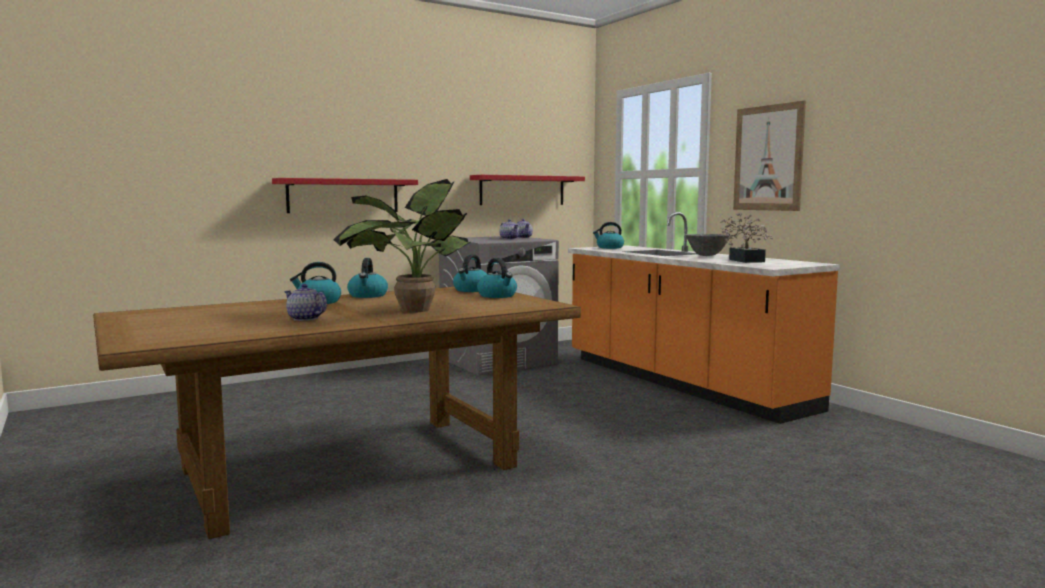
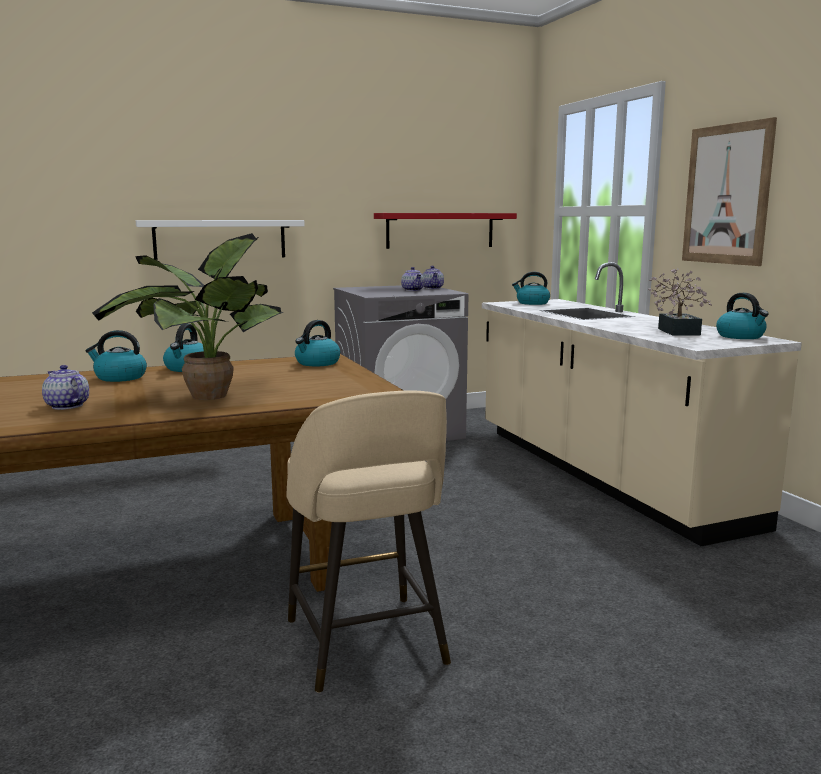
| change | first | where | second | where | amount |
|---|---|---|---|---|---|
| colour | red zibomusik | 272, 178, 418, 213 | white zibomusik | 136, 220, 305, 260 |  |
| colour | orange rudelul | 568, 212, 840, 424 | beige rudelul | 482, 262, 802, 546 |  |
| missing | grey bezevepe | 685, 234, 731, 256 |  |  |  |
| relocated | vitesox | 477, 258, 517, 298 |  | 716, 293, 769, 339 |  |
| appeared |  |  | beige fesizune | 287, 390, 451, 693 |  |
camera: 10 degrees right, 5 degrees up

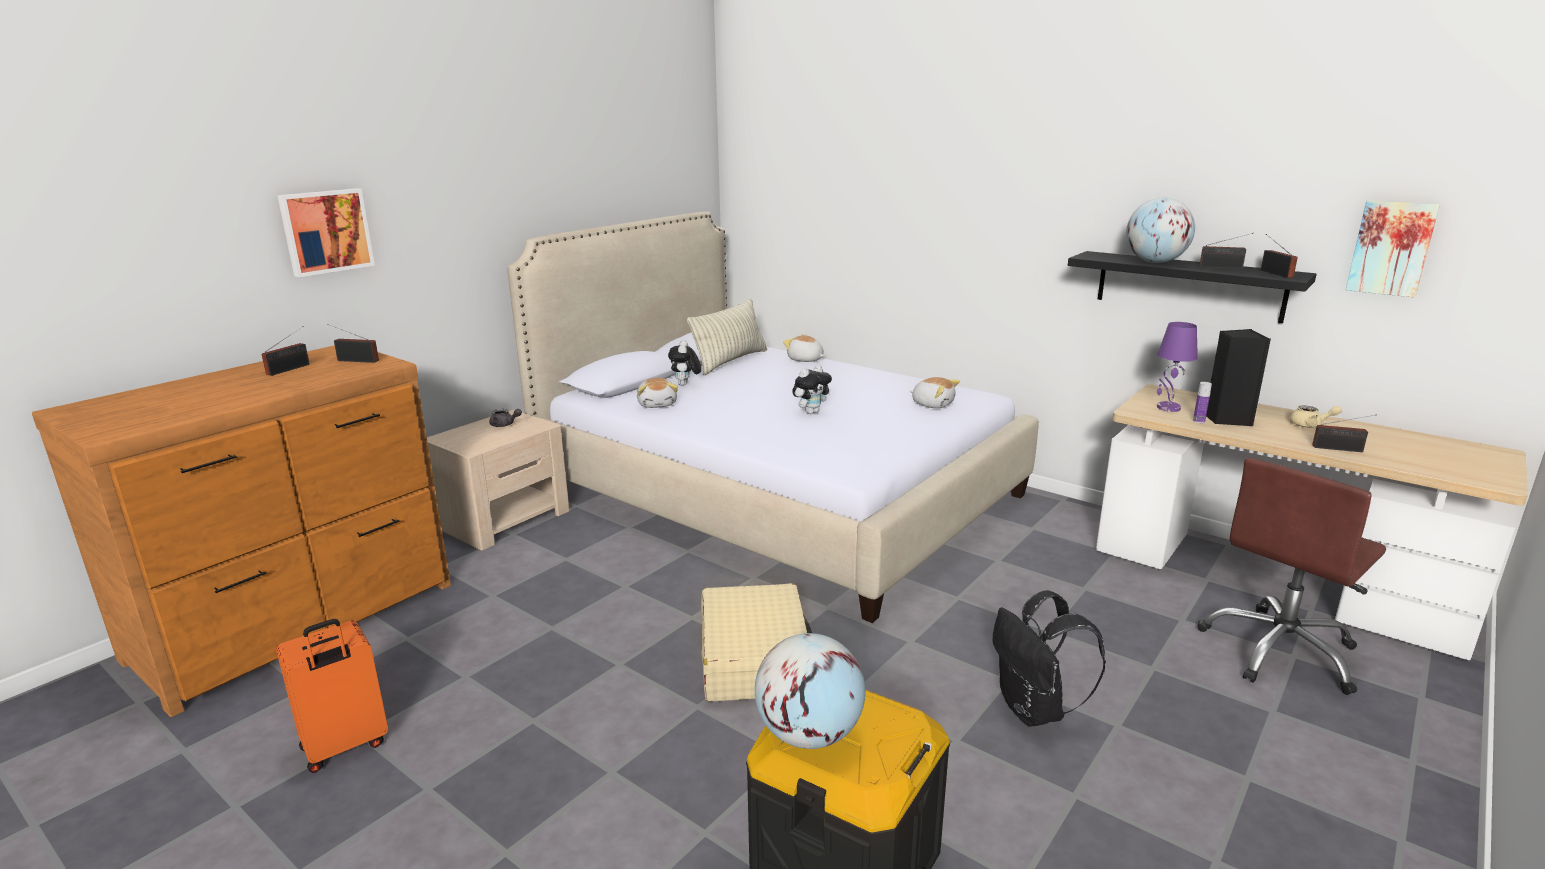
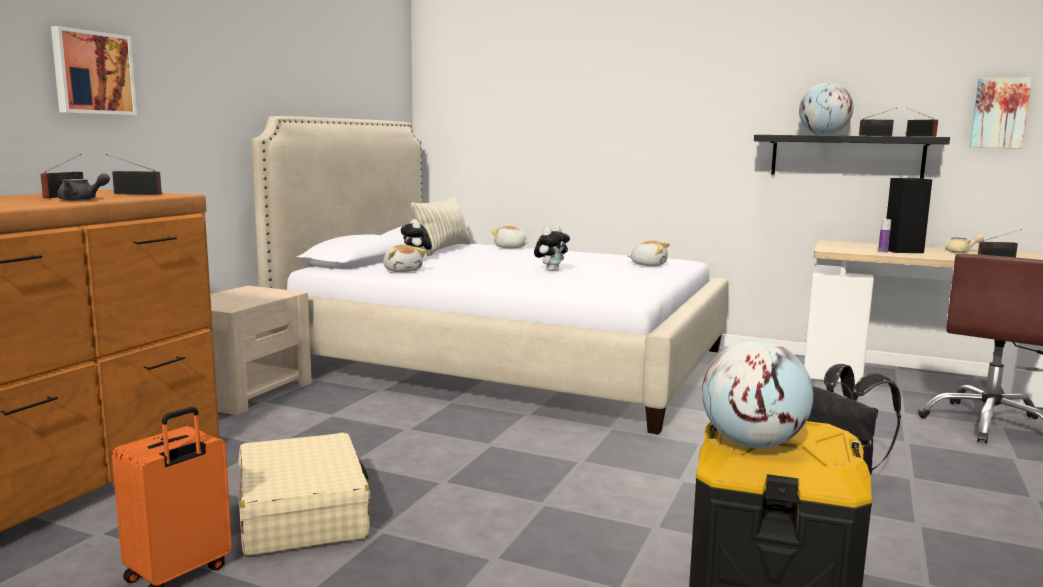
| change | first | where | second | where | amount |
|---|---|---|---|---|---|
| missing | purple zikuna | 1157, 322, 1198, 412 |  |  |  |
| relocated | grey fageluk | 489, 409, 522, 427 |  | 57, 173, 110, 201 |  |
| relocated | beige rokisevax | 701, 583, 812, 702 |  | 238, 433, 371, 556 |  |
camera: 15 degrees left, 10 degrees down

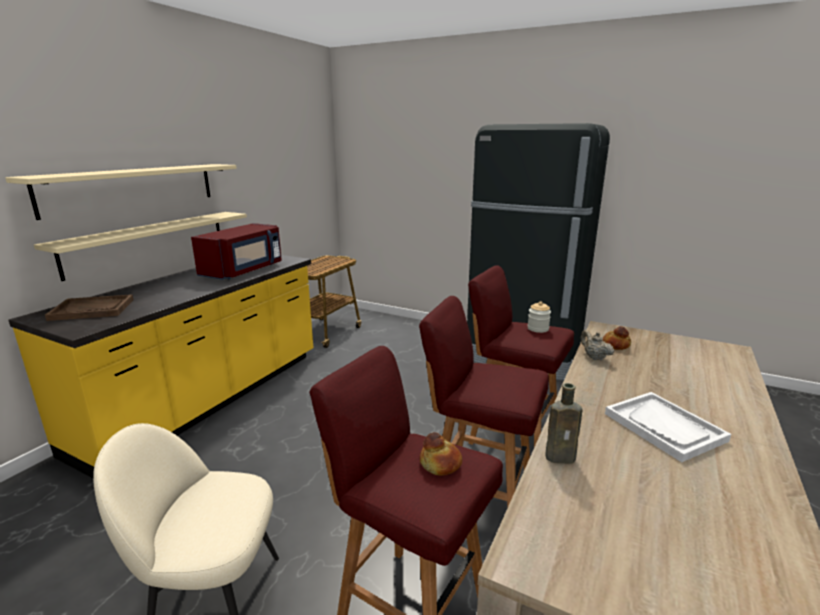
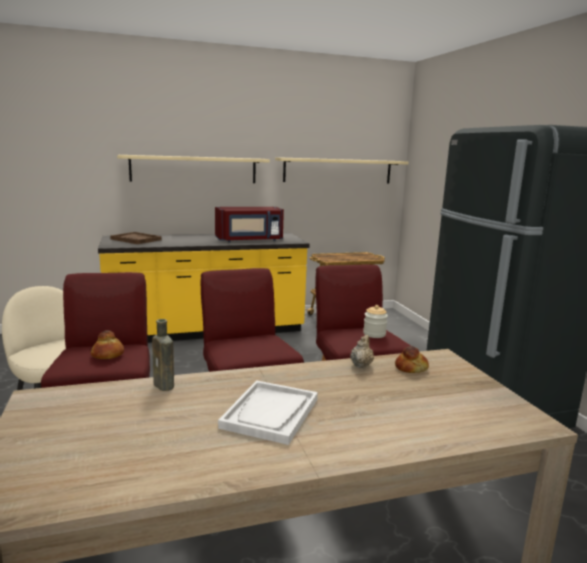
| change | first | where | second | where | amount |
|---|---|---|---|---|---|
| relocated | beige zibomusik | 34, 212, 247, 281 |  | 275, 157, 409, 183 |  |
camera: 45 degrees right, 5 degrees down

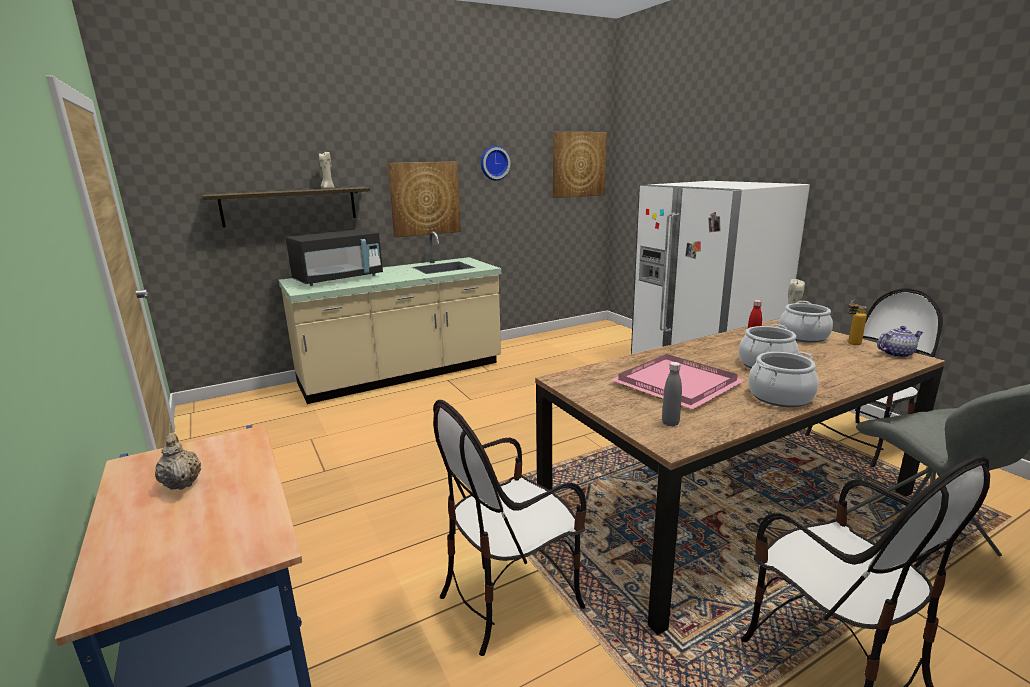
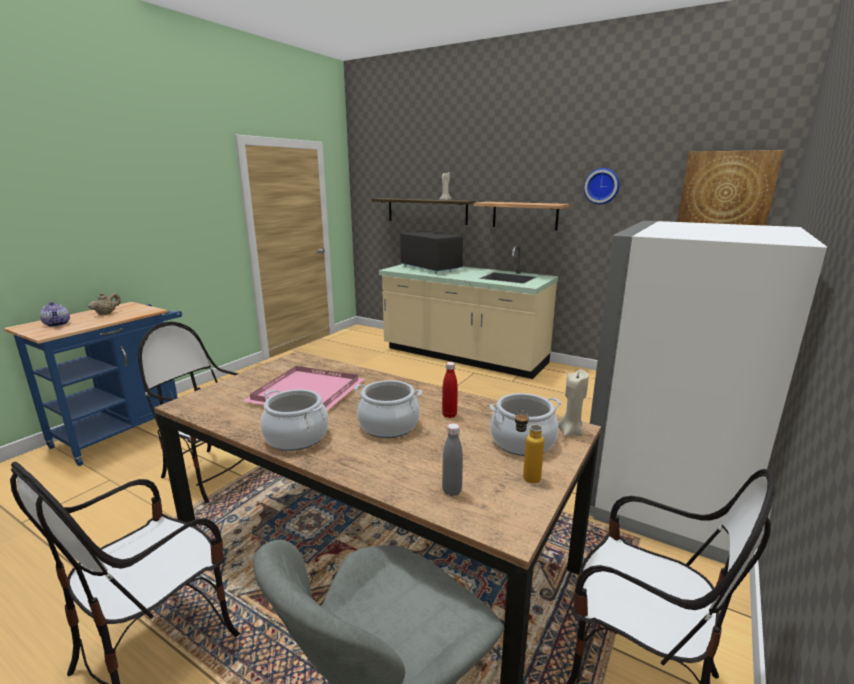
| change | first | where | second | where | amount |
|---|---|---|---|---|---|
| exchanged | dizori | 388, 161, 461, 237 | zibomusik | 474, 202, 569, 230 |  |
| spun | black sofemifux | 286, 229, 383, 286 |  | 400, 231, 463, 274 | 150 degrees counterclockwise |
| relocated | fageluk | 877, 326, 923, 358 |  | 40, 302, 70, 327 |  |
| relocated | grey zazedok | 662, 362, 682, 426 |  | 442, 423, 463, 496 |  |
camera: 60 degrees right, 0 degrees up

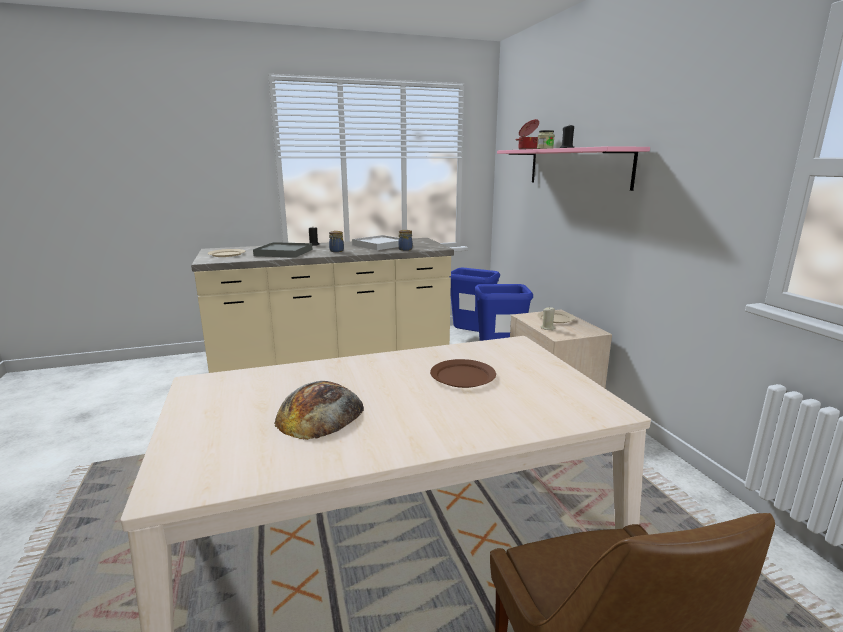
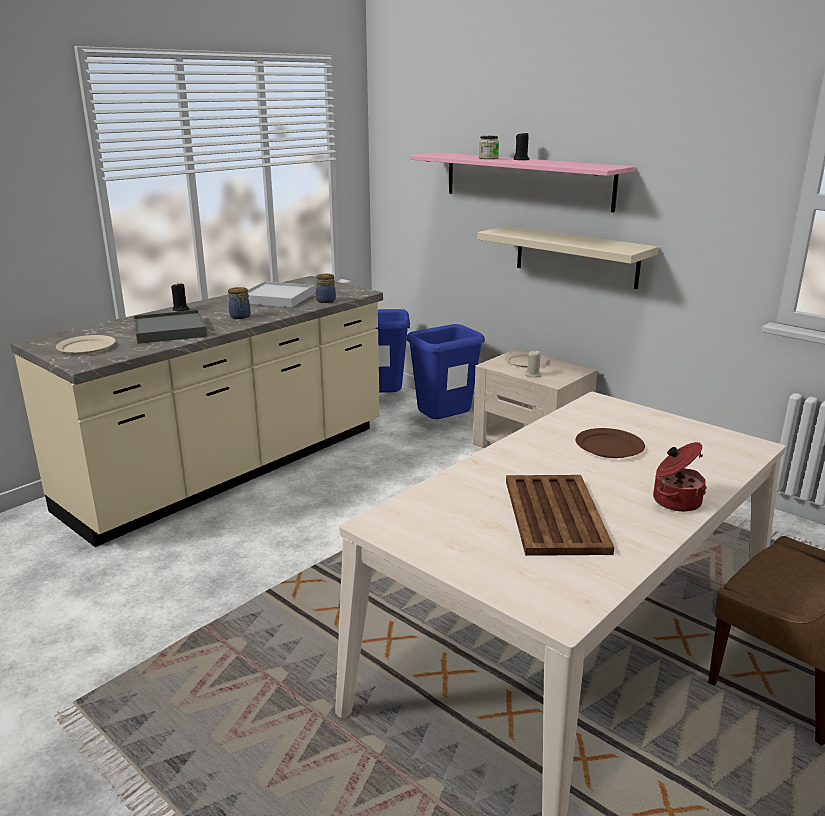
| change | first | where | second | where | amount |
|---|---|---|---|---|---|
| relocated | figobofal | 515, 119, 539, 150 |  | 653, 442, 707, 512 |  |
| exchanged | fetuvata | 274, 381, 364, 440 | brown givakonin | 506, 475, 614, 556 |  |
| appeared |  |  | beige zibomusik | 477, 226, 659, 289 |  |
camera: 30 degrees left, 5 degrees up

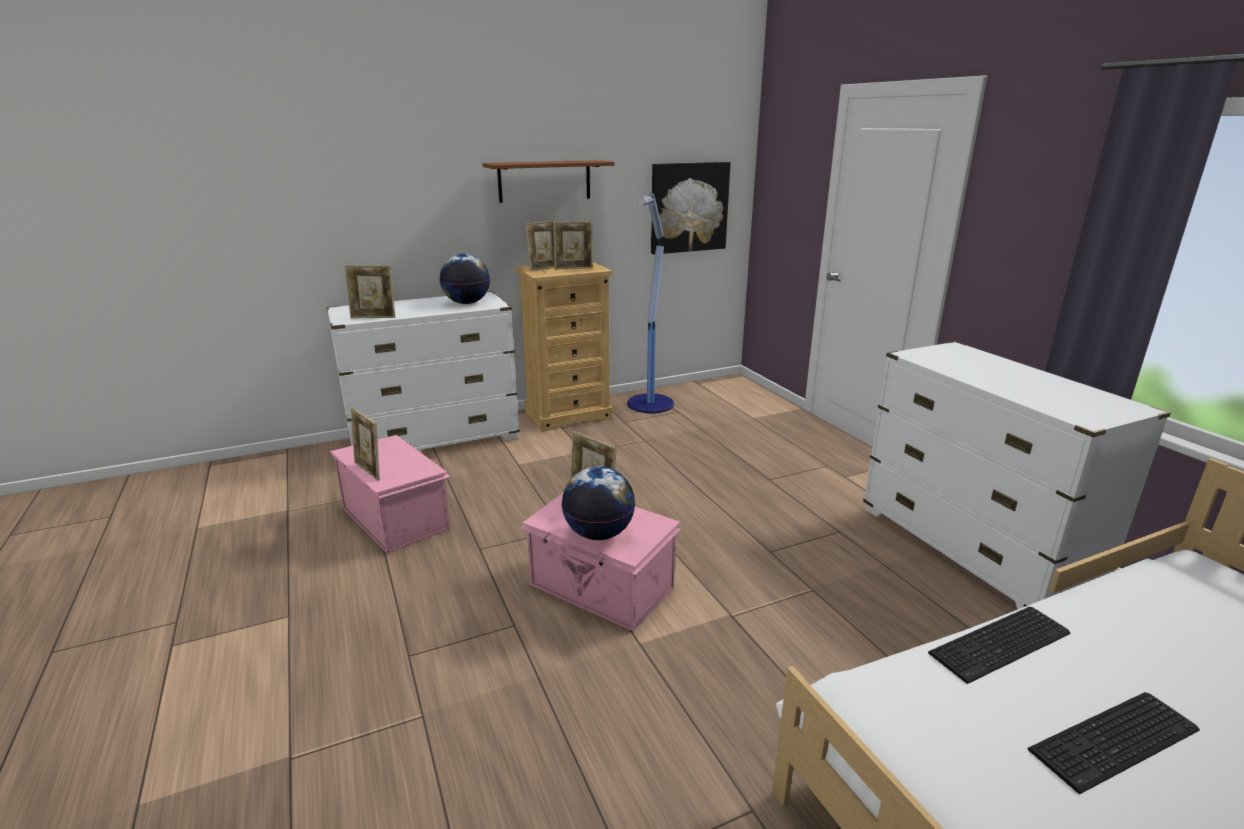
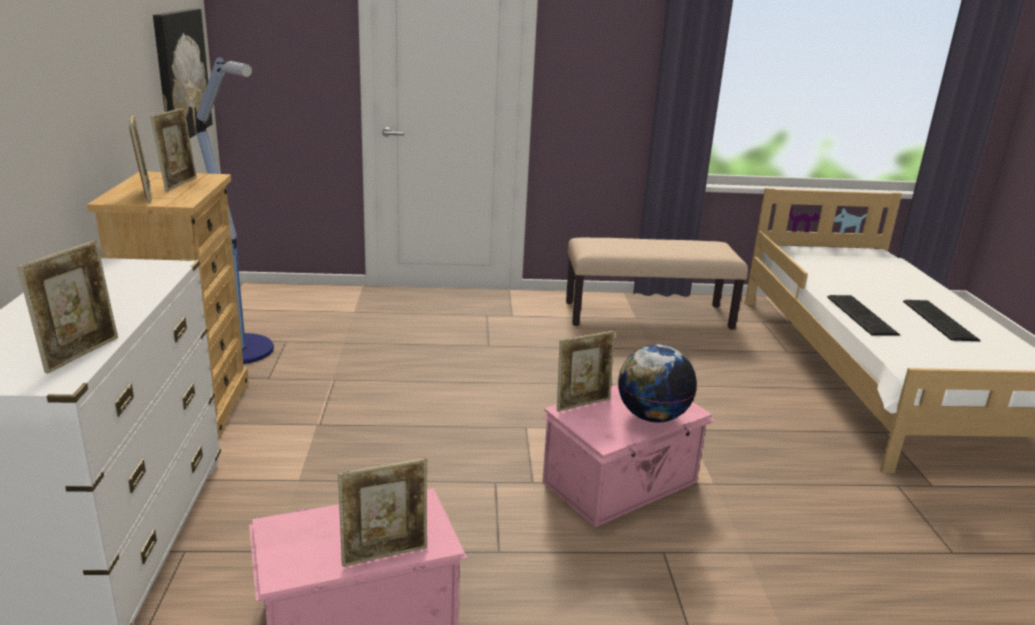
| change | first | where | second | where | amount |
|---|---|---|---|---|---|
| missing | brown zibomusik | 483, 160, 615, 203 |  |  |  |
| missing | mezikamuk | 439, 254, 490, 304 |  |  |  |
| exchanged | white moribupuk | 863, 341, 1171, 610 | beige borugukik | 566, 237, 748, 330 |  |
camera: 70 degrees left, 0 degrees up

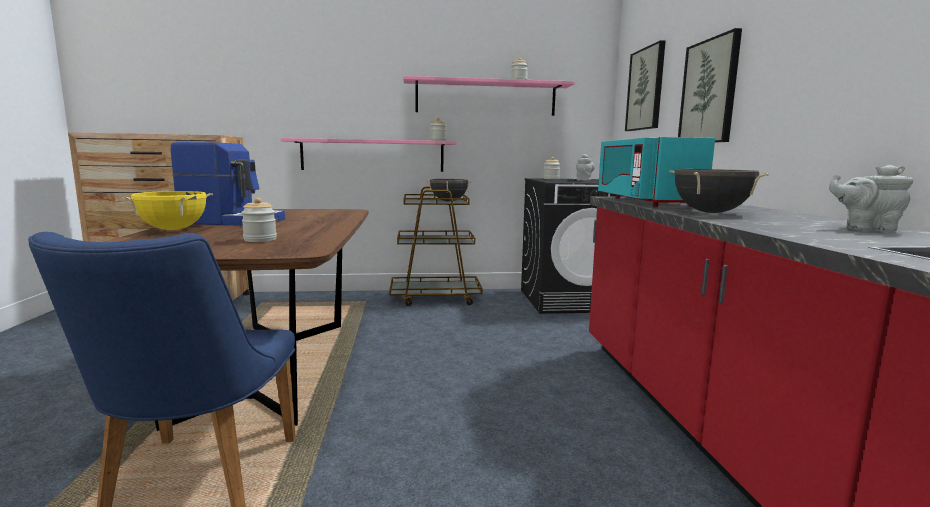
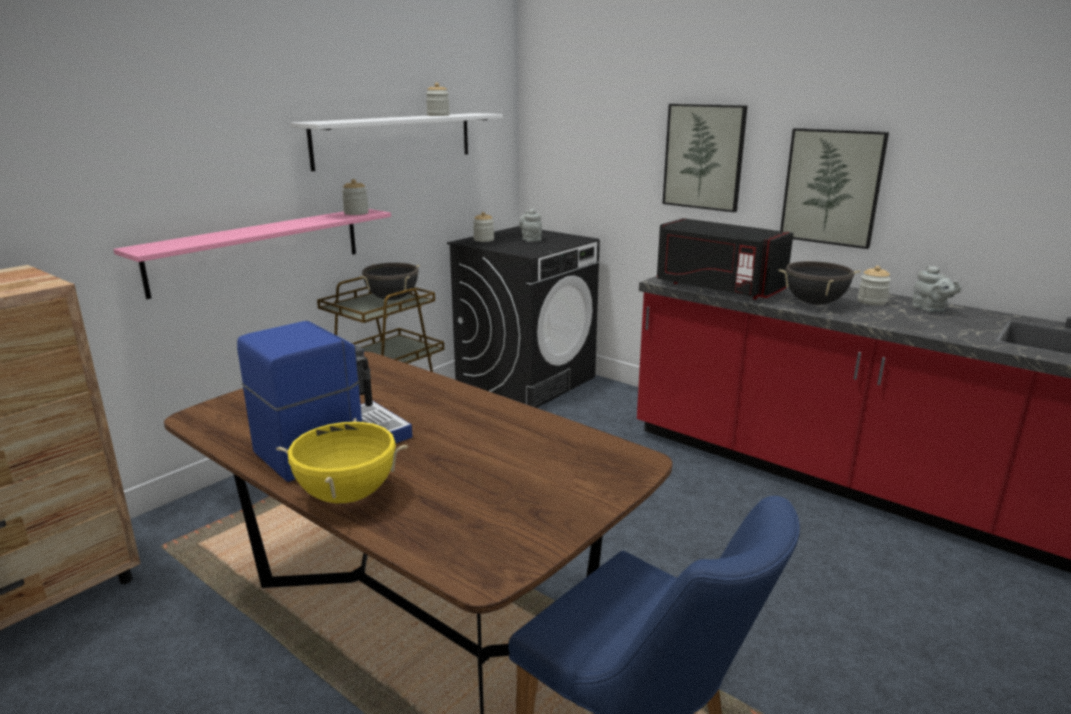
| change | first | where | second | where | amount |
|---|---|---|---|---|---|
| relocated | dizori | 625, 40, 666, 131 |  | 780, 128, 889, 249 |  |
| colour | pink zibomusik | 403, 76, 575, 116 | white zibomusik | 290, 113, 503, 171 |  |
| colour | turquoise sofemifux | 598, 137, 715, 207 | black sofemifux | 657, 218, 793, 300 |  |
| spun | grey fageluk | 829, 164, 913, 232 |  | 912, 265, 961, 312 | 90 degrees counterclockwise |
| relocated | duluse | 241, 198, 277, 242 |  | 857, 266, 891, 306 |  |
camera: 45 degrees left, 10 degrees up

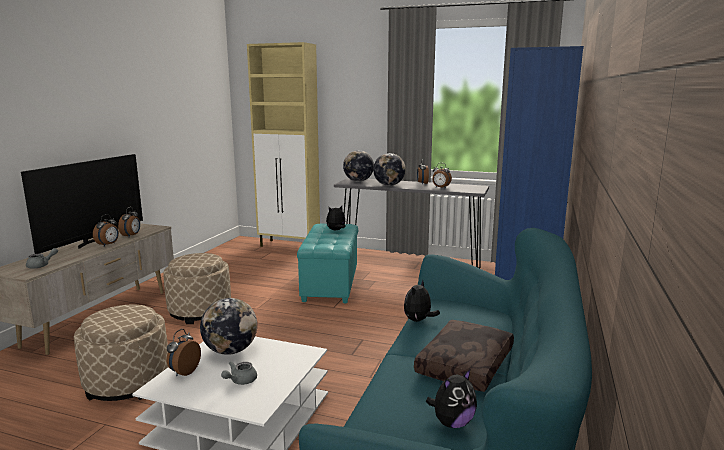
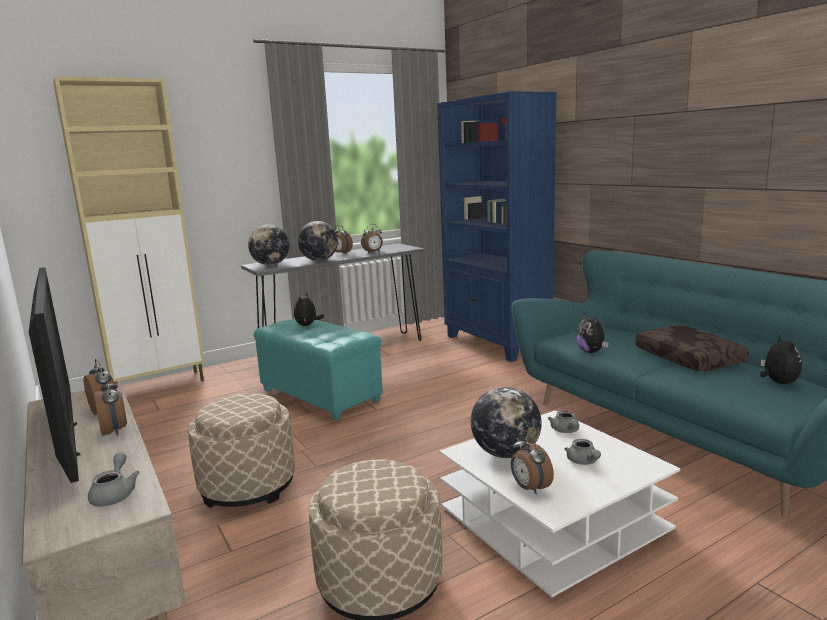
| change | first | where | second | where | amount |
|---|---|---|---|---|---|
| appeared |  |  | grey fageluk | 548, 410, 579, 433 |  |
camera: 50 degrees left, 0 degrees up

